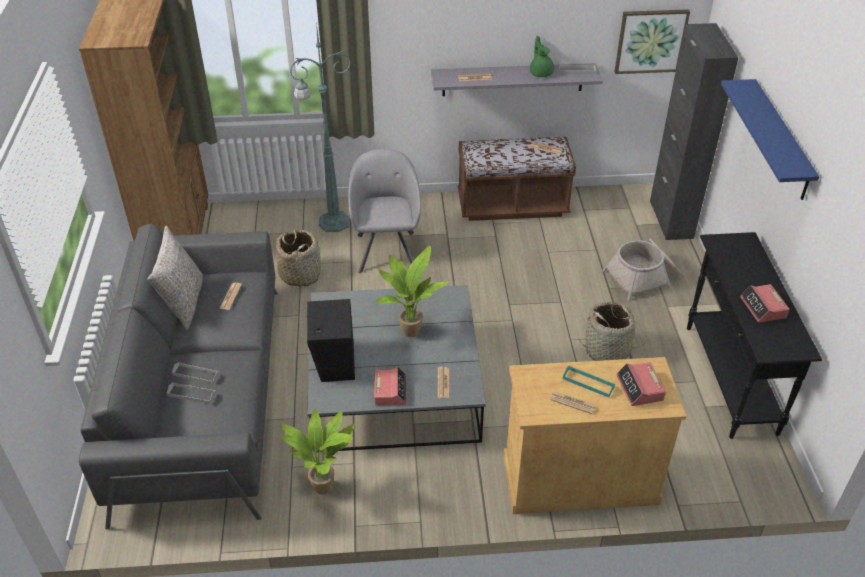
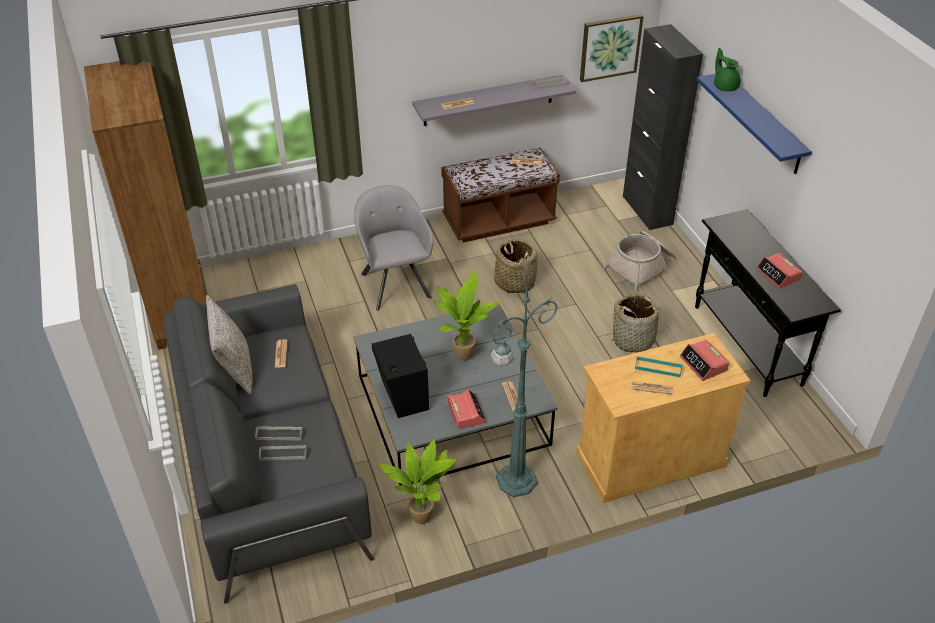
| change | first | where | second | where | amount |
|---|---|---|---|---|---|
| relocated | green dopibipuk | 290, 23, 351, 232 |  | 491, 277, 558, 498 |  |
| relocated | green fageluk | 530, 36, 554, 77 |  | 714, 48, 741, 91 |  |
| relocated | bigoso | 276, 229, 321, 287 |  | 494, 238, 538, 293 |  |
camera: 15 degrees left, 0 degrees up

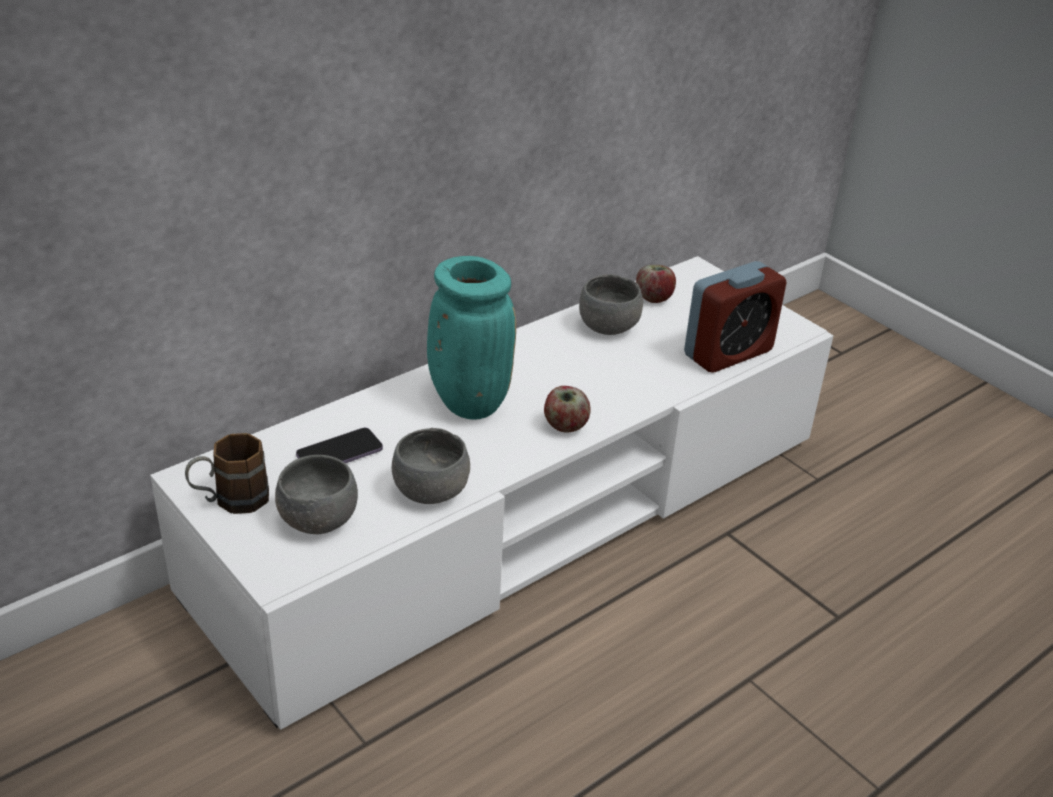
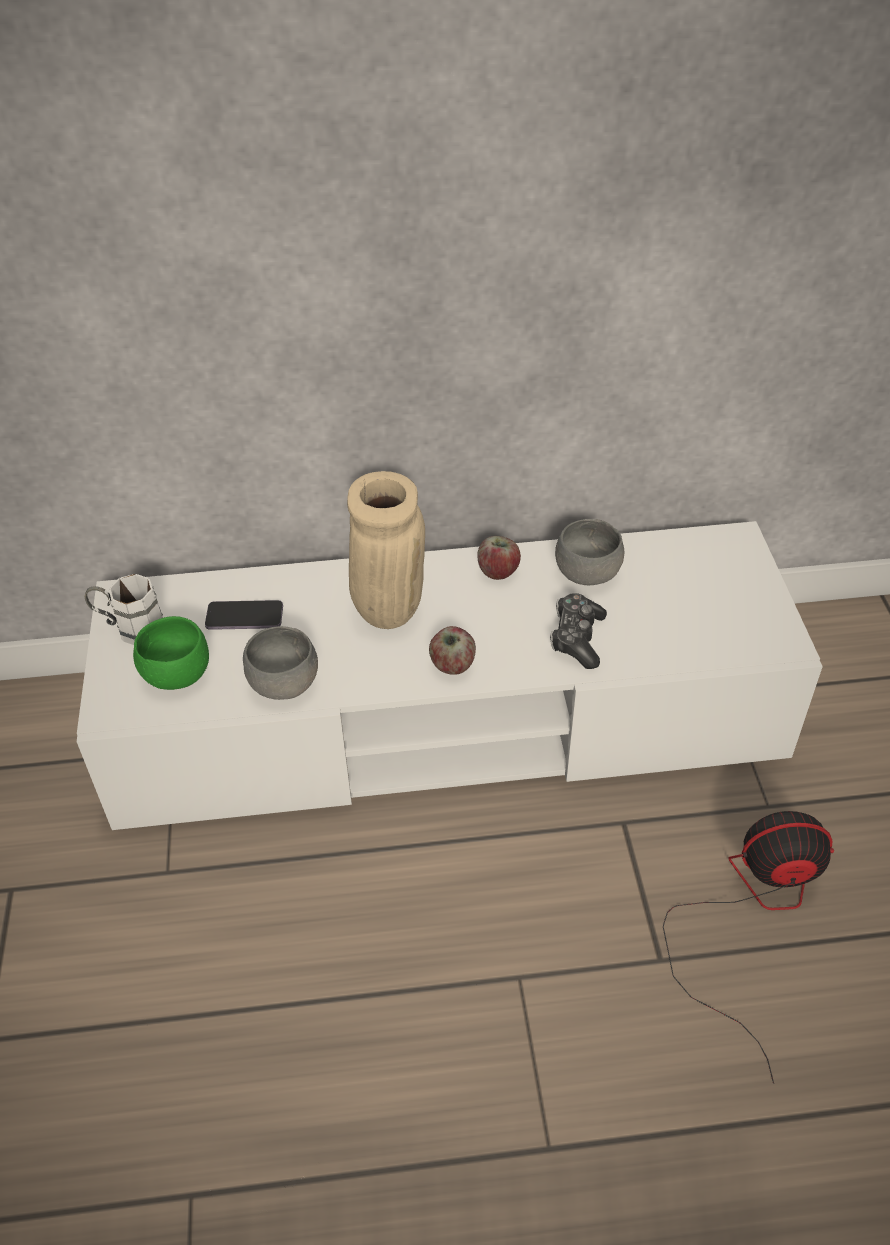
| change | first | where | second | where | amount |
|---|---|---|---|---|---|
| colour | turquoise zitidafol | 427, 256, 516, 420 | beige zitidafol | 347, 471, 425, 629 |  |
| missing | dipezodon | 684, 261, 787, 373 |  |  |  |
| relocated | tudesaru | 636, 265, 676, 303 |  | 477, 536, 521, 580 |  |
| colour | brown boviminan | 185, 433, 269, 514 | white boviminan | 85, 574, 163, 645 |  |
| colour | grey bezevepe | 275, 455, 358, 534 | green bezevepe | 133, 616, 209, 690 |  |
| appeared |  |  | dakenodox | 550, 593, 607, 669 |  |
| appeared |  |  | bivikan | 663, 811, 834, 1084 |  |
camera: 35 degrees right, 10 degrees up

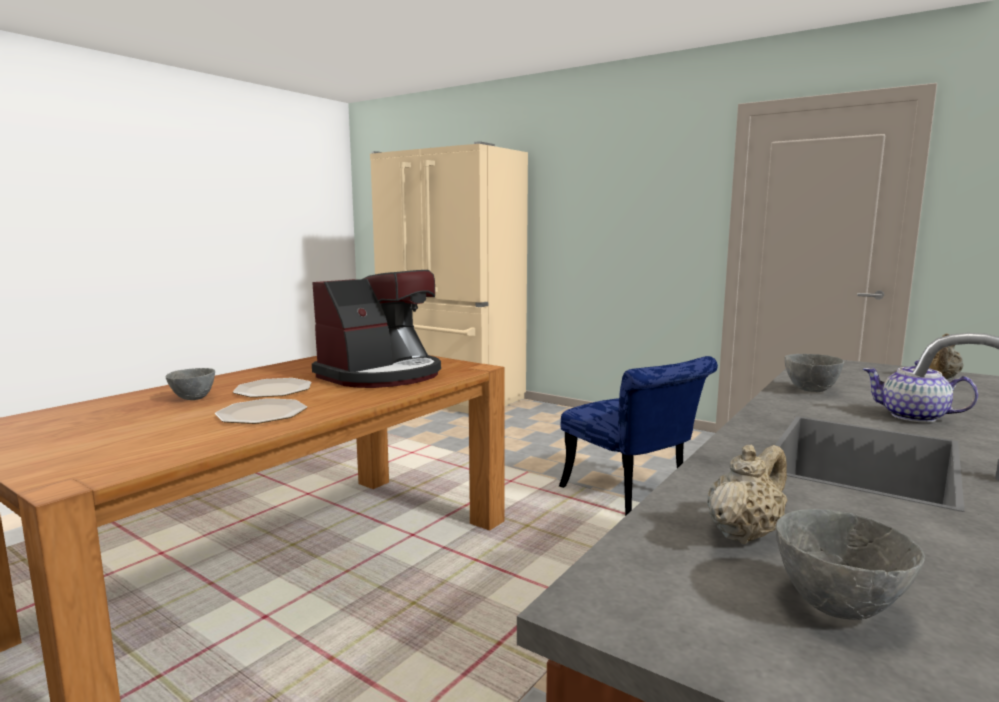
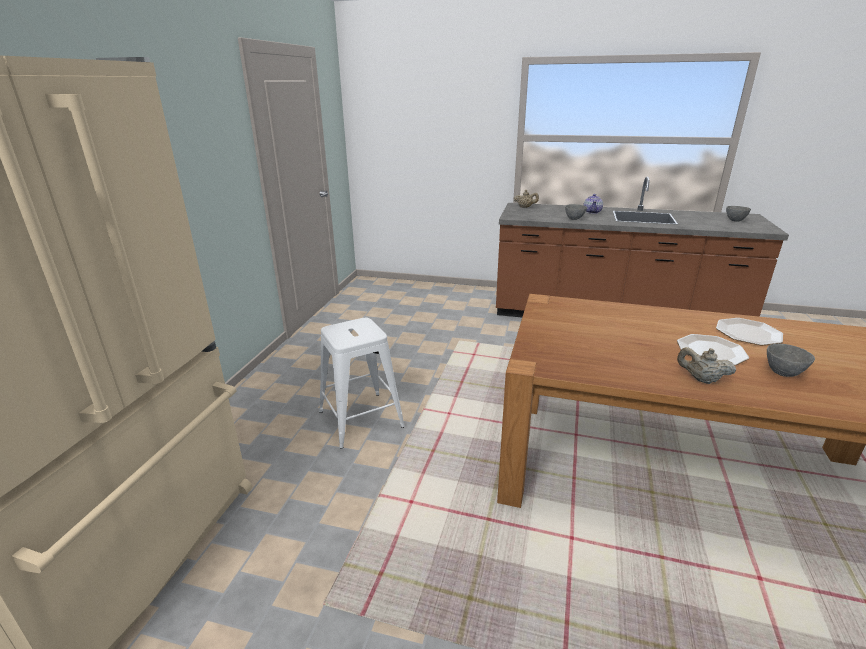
| change | first | where | second | where | amount |
|---|---|---|---|---|---|
| missing | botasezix | 312, 270, 441, 388 |  |  |  |
| missing | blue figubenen | 559, 356, 718, 516 |  |  |  |
| relocated | beige fageluk | 707, 445, 787, 544 |  | 677, 347, 736, 384 |  |
| appeared |  |  | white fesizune | 319, 318, 405, 449 |  |
camera: 110 degrees left, 15 degrees up

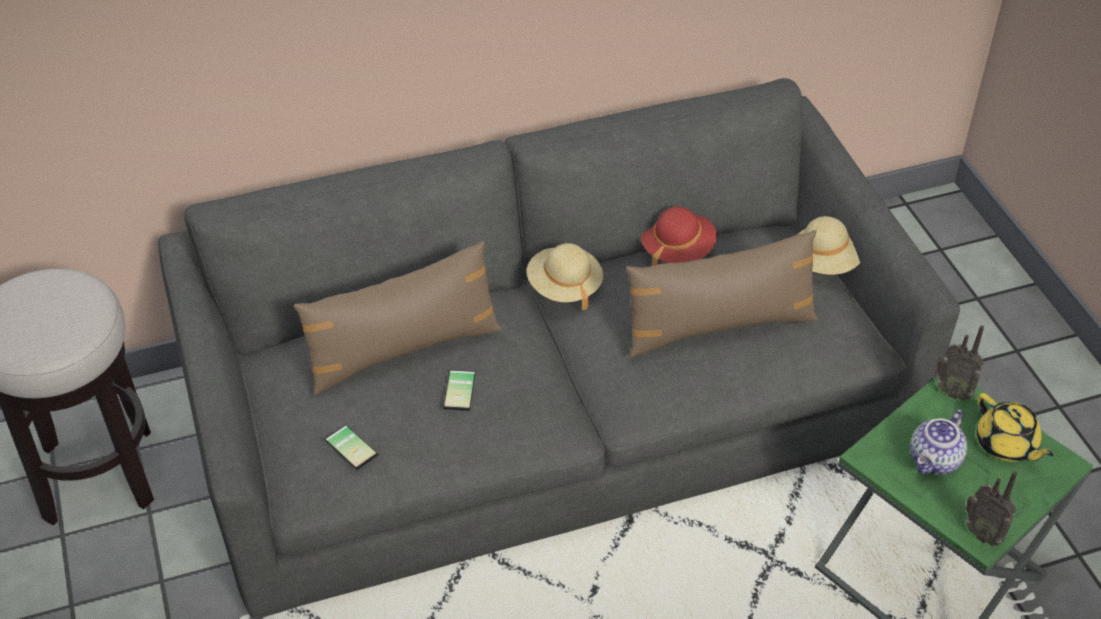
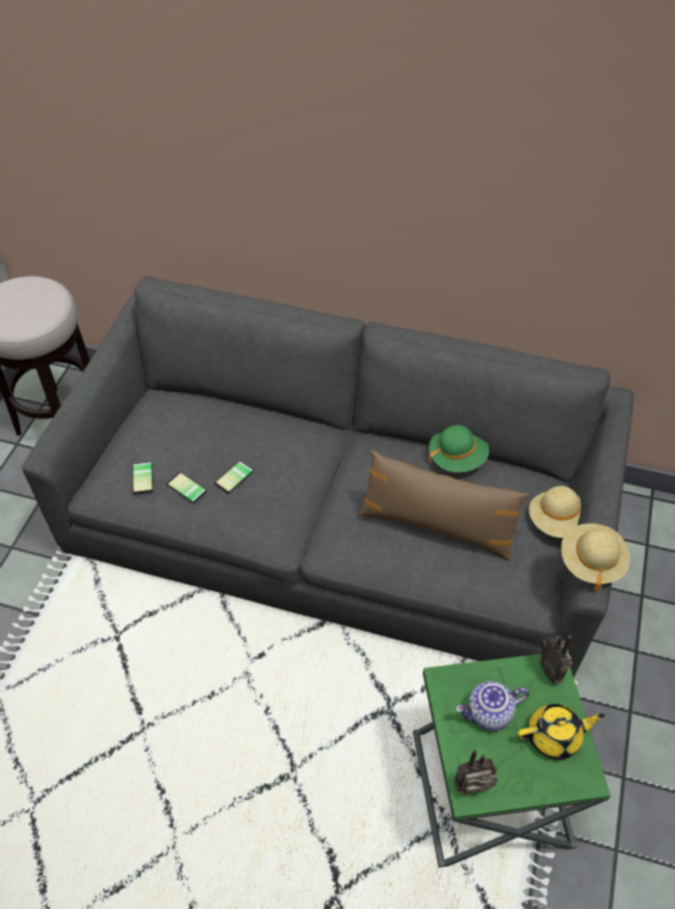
| change | first | where | second | where | amount |
|---|---|---|---|---|---|
| colour | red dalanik | 641, 207, 717, 266 | green dalanik | 429, 425, 489, 472 |  |
| missing | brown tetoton | 294, 241, 502, 395 |  |  |  |
| relocated | beige dalanik | 527, 243, 603, 310 |  | 561, 523, 630, 592 |  |
| spun | yellow fageluk | 977, 393, 1053, 462 |  | 518, 704, 605, 760 | 105 degrees counterclockwise |
| spun | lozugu | 965, 471, 1017, 545 |  | 454, 749, 498, 795 | 90 degrees clockwise |
| appeared |  |  | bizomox | 166, 472, 207, 503 |  |
camera: 35 degrees right, 5 degrees up

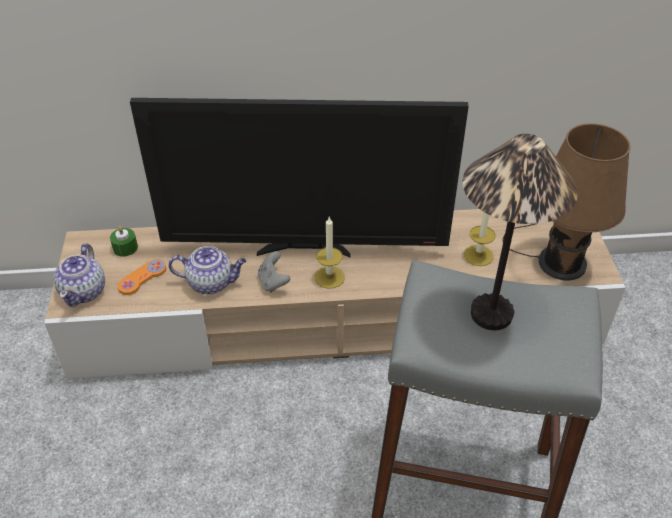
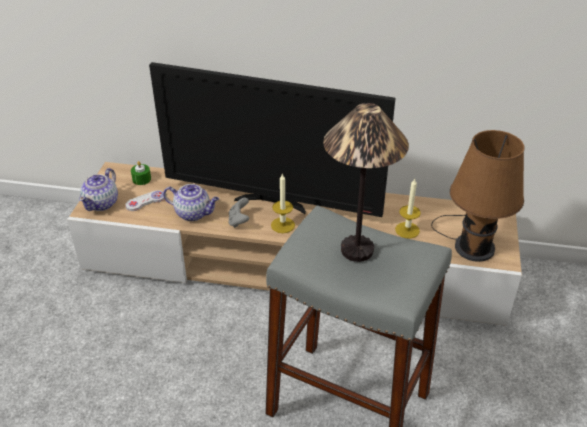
| change | first | where | second | where | amount |
|---|---|---|---|---|---|
| colour | orange dakenodox | 117, 260, 166, 295 | white dakenodox | 125, 190, 164, 211 |  |
camera: 15 degrees right, 5 degrees down

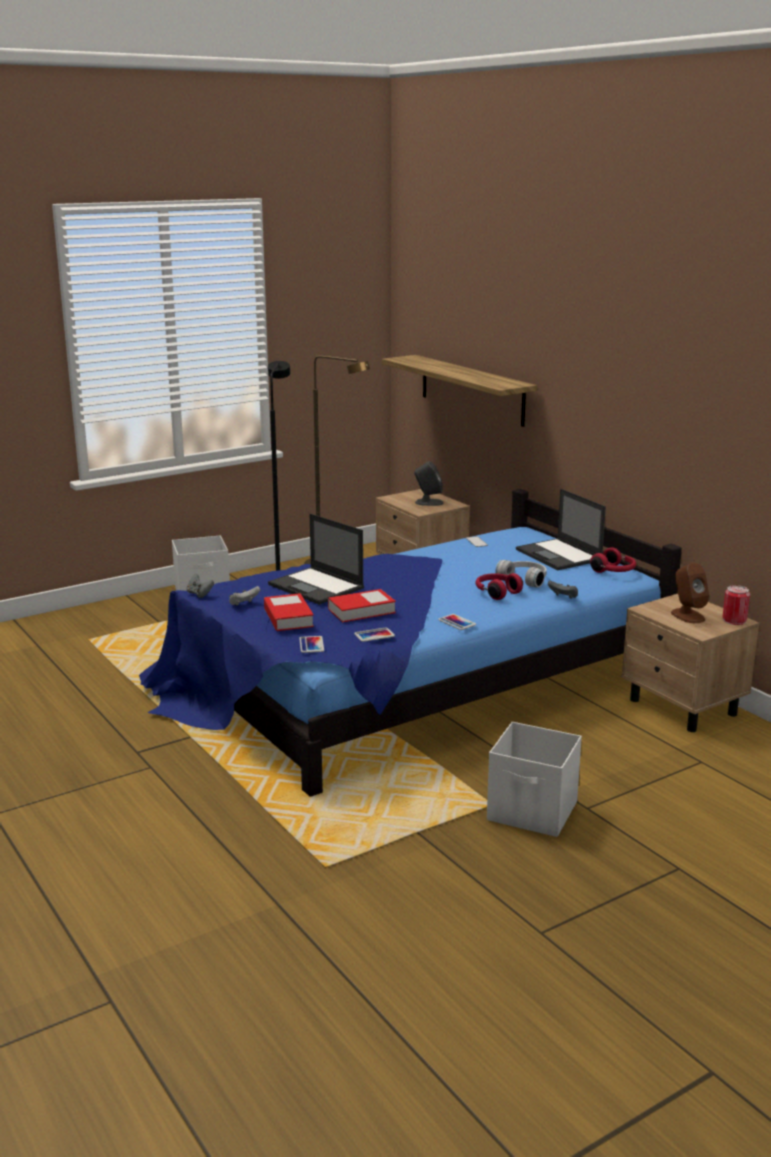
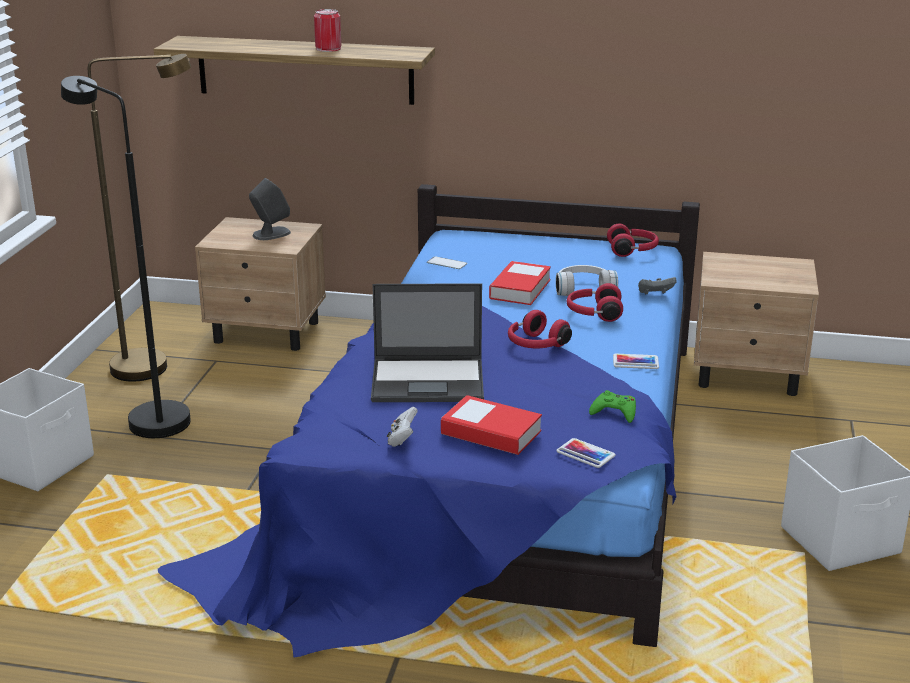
| change | first | where | second | where | amount |
|---|---|---|---|---|---|
| missing | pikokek | 516, 489, 606, 570 |  |  |  |
| missing | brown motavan | 671, 563, 709, 623 |  |  |  |
| missing | grey dakenodox | 187, 574, 214, 598 |  |  |  |
| relocated | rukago | 723, 585, 750, 625 |  | 314, 9, 341, 52 |  |
| relocated | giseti | 328, 589, 396, 622 |  | 489, 261, 551, 305 |  |
| exchanged | bizomox | 354, 627, 395, 642 | green dakenodox | 589, 390, 636, 423 |  |
| appeared |  |  | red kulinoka | 508, 310, 572, 348 |  |
camera: 45 degrees left, 5 degrees up

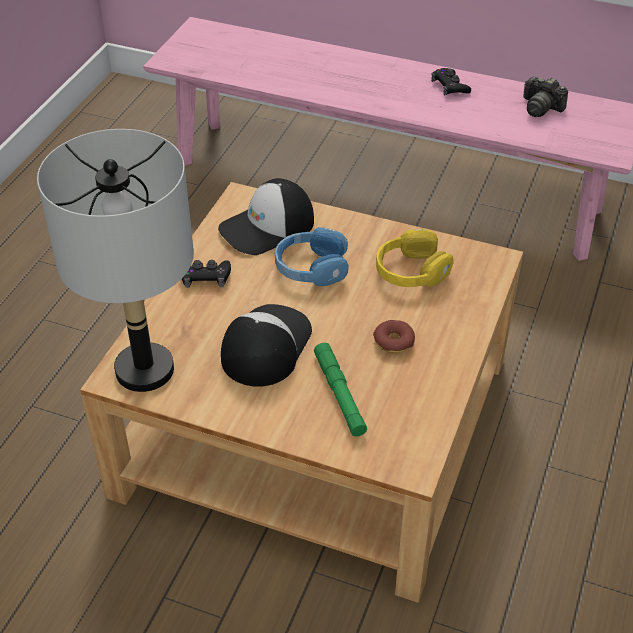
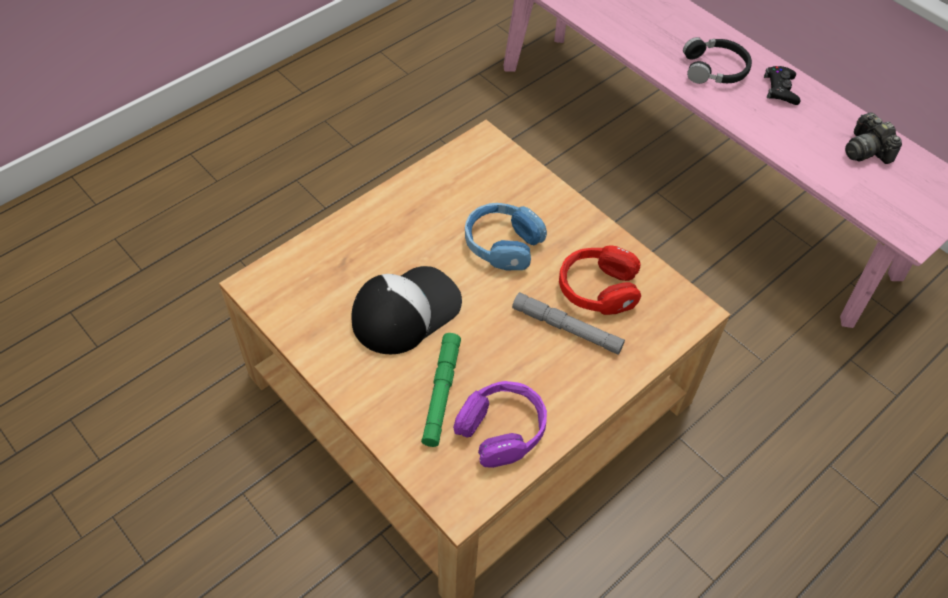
| change | first | where | second | where | amount |
|---|---|---|---|---|---|
| missing | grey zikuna | 37, 129, 194, 392 |  |  |  |
| missing | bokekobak | 218, 178, 314, 255 |  |  |  |
| colour | yellow kulinoka | 376, 229, 454, 287 | red kulinoka | 559, 245, 641, 315 |  |
| missing | black dakenodox | 182, 260, 231, 288 |  |  |  |
| missing | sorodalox | 373, 320, 415, 353 |  |  |  |
| appeared |  |  | black kulinoka | 683, 37, 752, 84 |  |
| appeared |  |  | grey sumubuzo | 512, 292, 625, 355 |  |
| appeared |  |  | purple kulinoka | 453, 381, 547, 468 |  |
camera: 25 degrees right, 10 degrees up

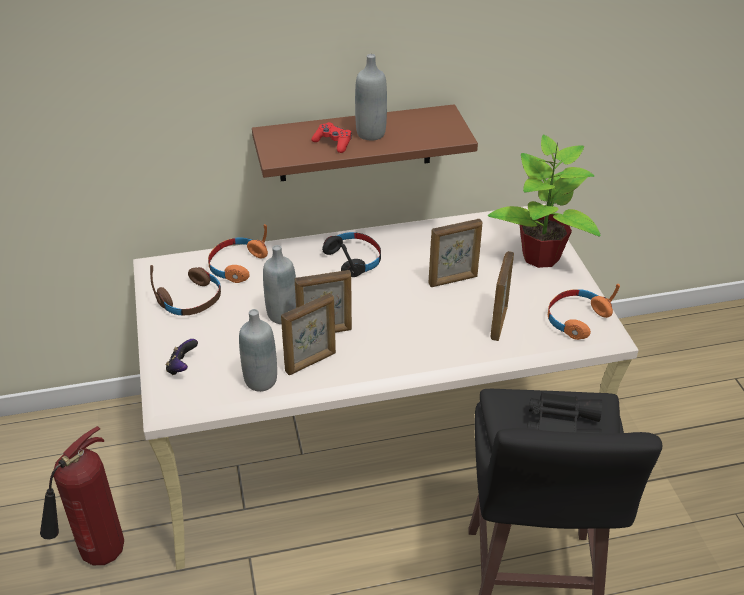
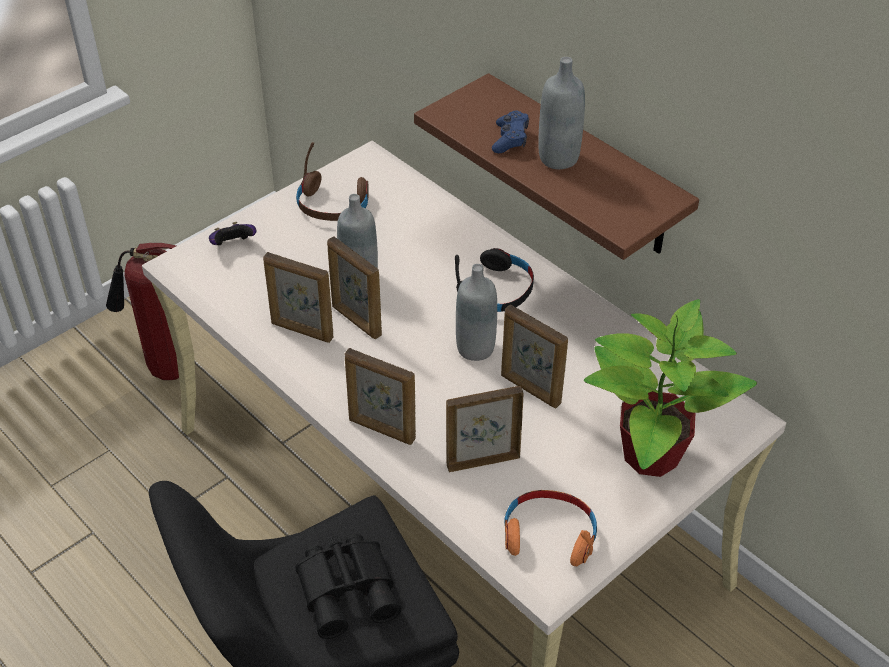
| change | first | where | second | where | amount |
|---|---|---|---|---|---|
| colour | red dakenodox | 311, 122, 352, 153 | blue dakenodox | 492, 110, 529, 153 |  |
| missing | orange kulinoka | 208, 224, 268, 283 |  |  |  |
| relocated | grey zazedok | 239, 309, 277, 392 |  | 456, 264, 497, 361 |  |
| appeared |  |  | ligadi | 345, 348, 416, 445 |  |
camera: 60 degrees right, 5 degrees up

